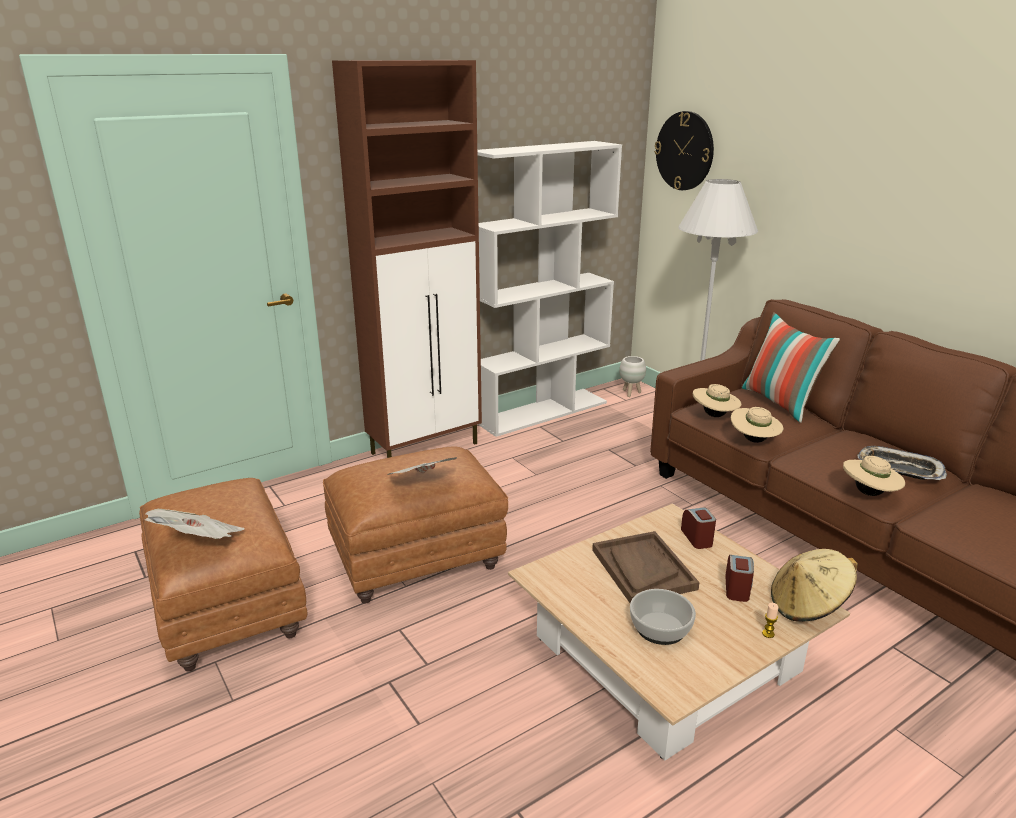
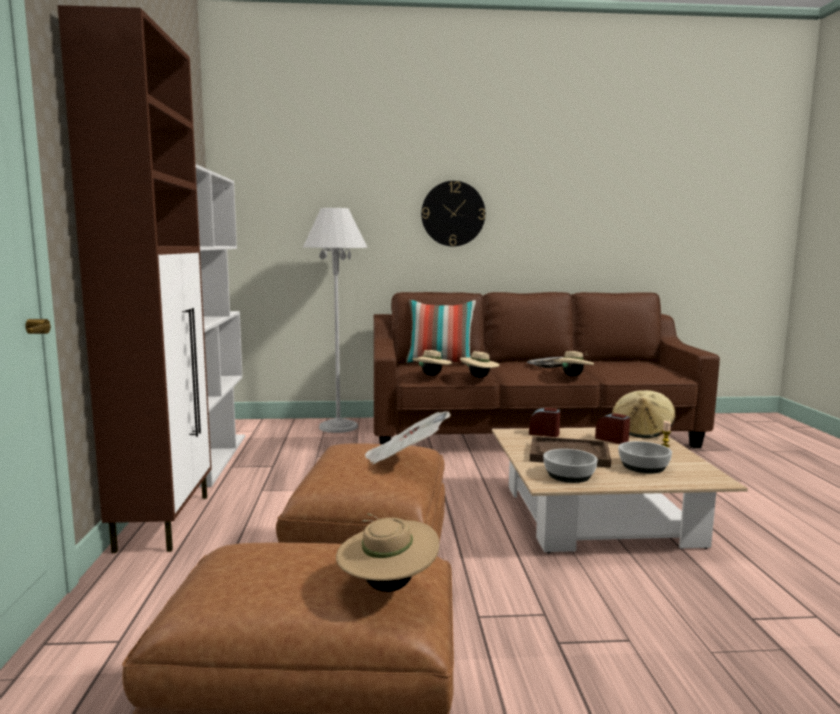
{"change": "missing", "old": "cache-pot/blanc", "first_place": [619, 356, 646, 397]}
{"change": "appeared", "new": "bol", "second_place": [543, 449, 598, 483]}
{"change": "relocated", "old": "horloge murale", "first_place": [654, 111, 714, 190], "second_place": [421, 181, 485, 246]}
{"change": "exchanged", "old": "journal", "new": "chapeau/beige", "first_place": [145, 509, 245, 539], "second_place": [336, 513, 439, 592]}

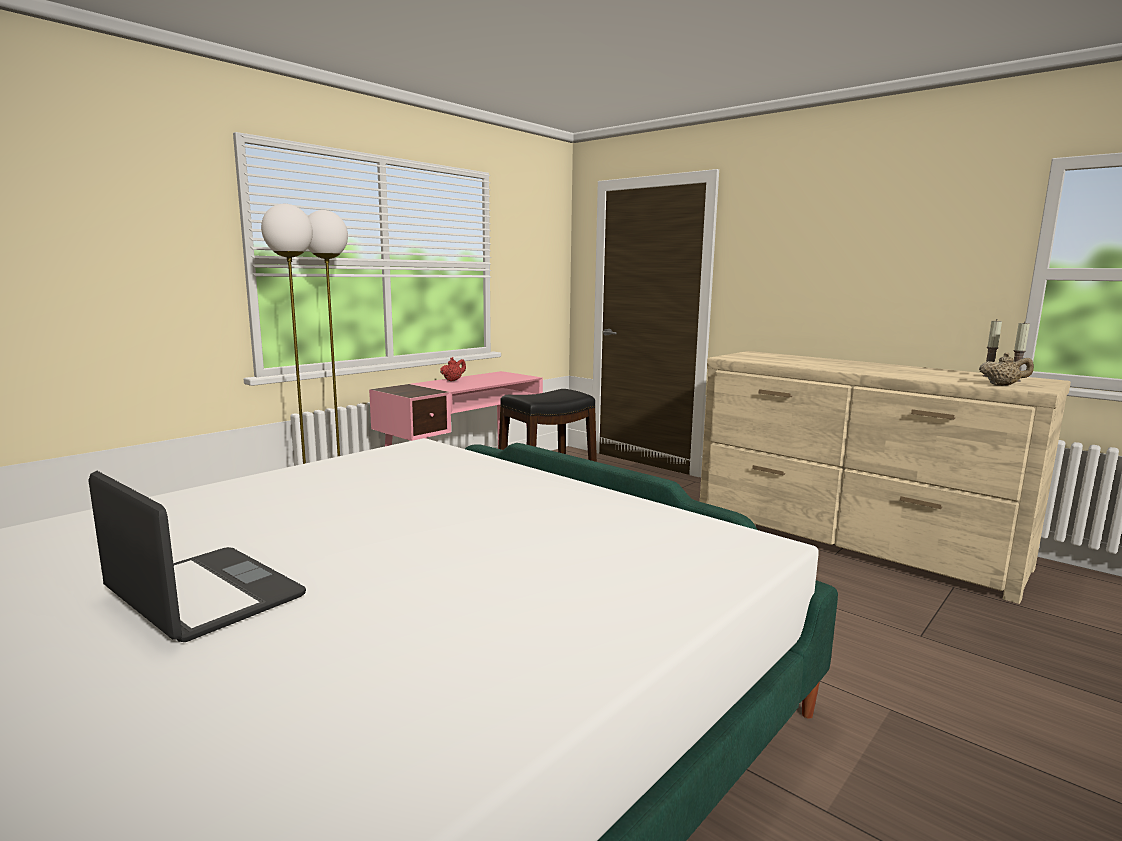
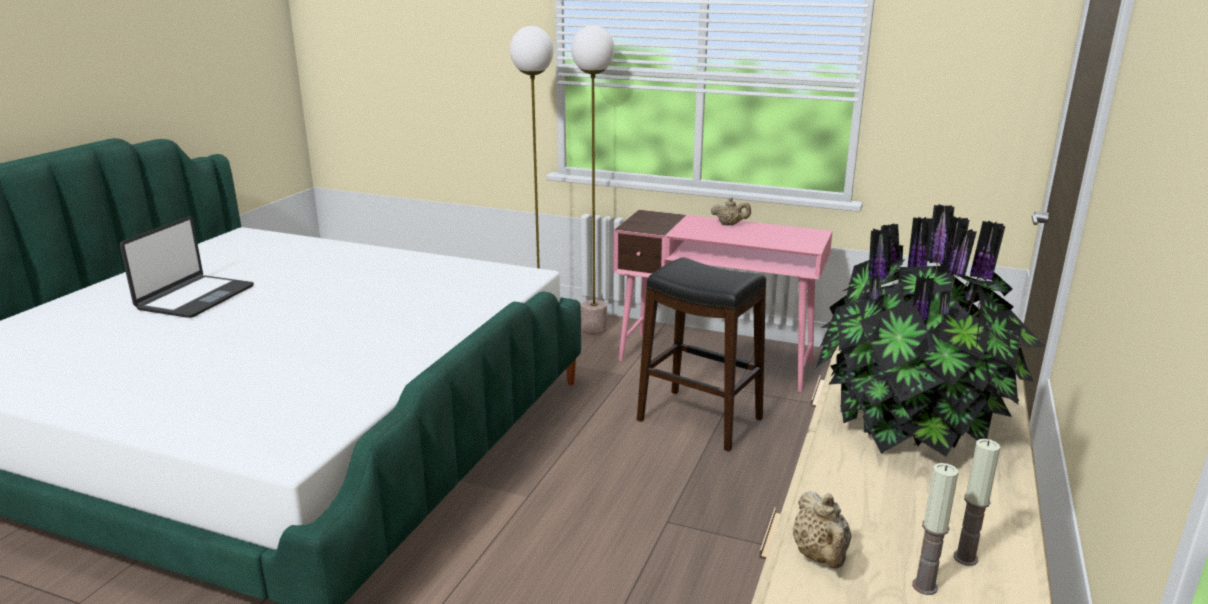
{"change": "appeared", "new": "plante en pot", "second_place": [816, 204, 1045, 457]}
{"change": "colour", "old": "théière/rouge", "new": "théière/beige", "first_place": [440, 357, 466, 381], "second_place": [711, 197, 751, 226]}

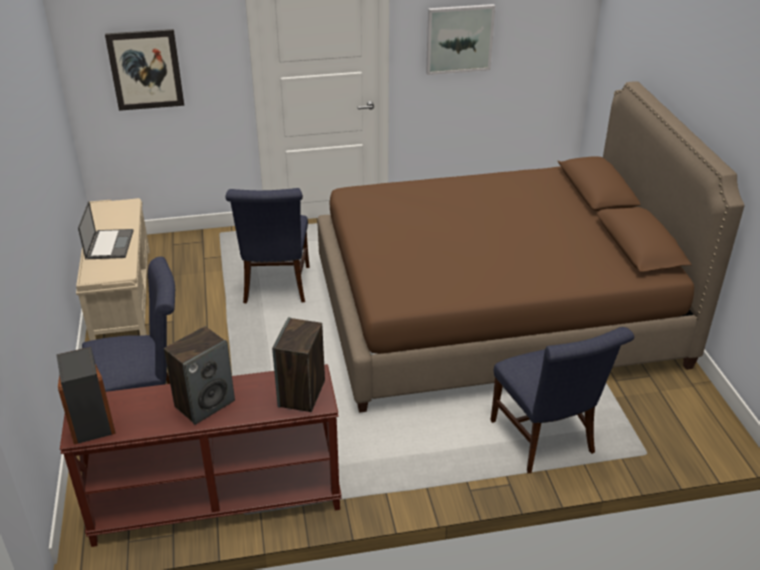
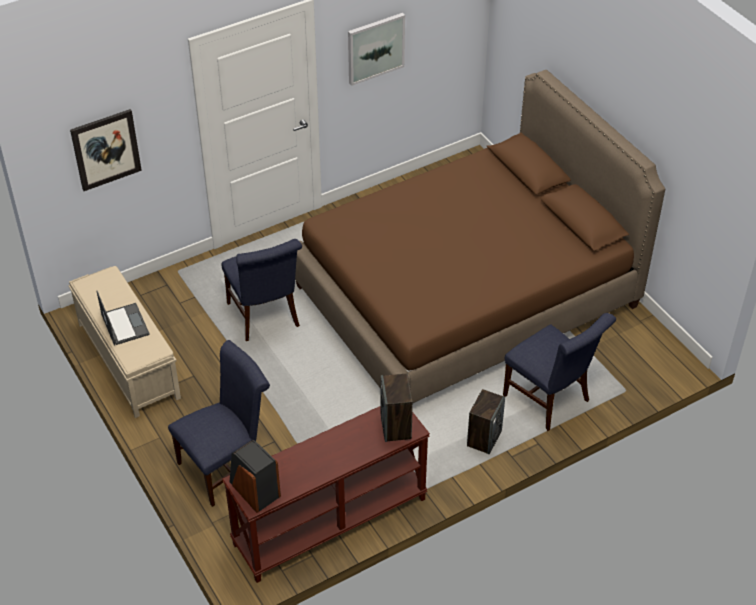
{"change": "relocated", "old": "enceinte", "first_place": [164, 326, 235, 425], "second_place": [467, 389, 505, 454]}

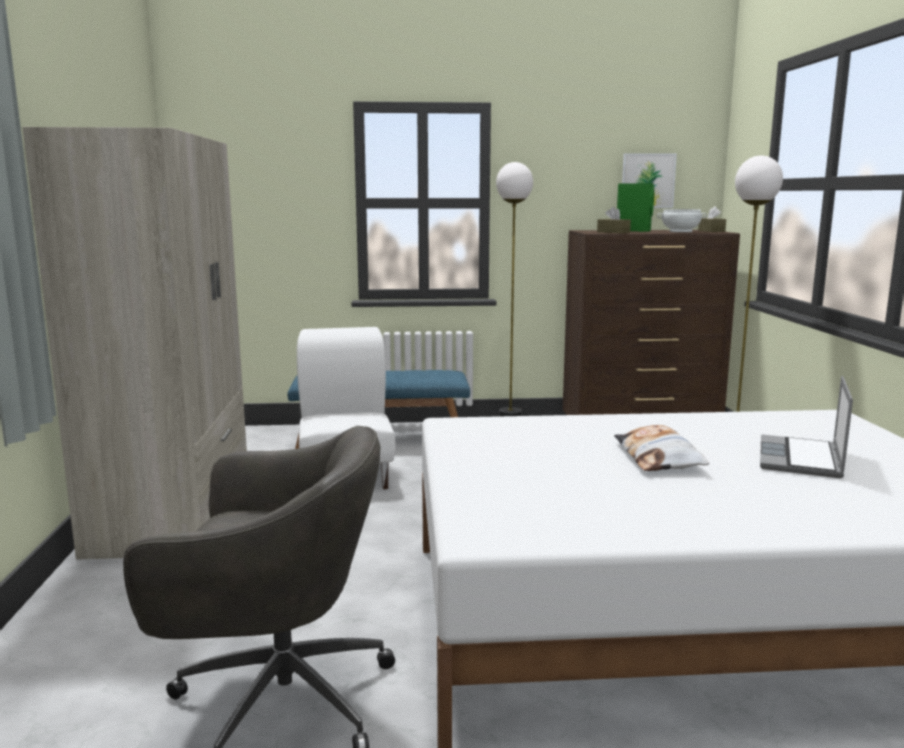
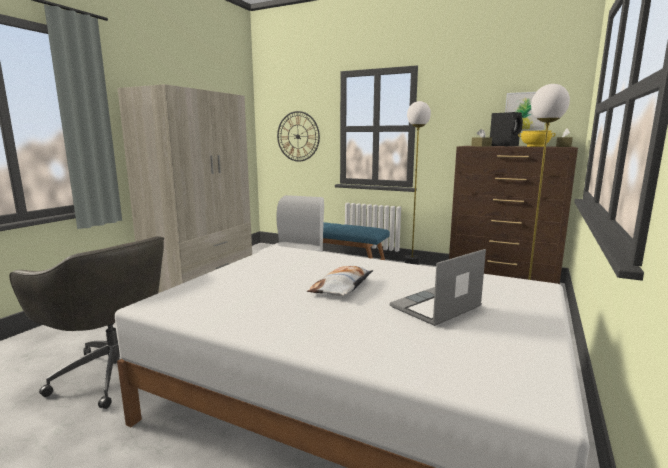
{"change": "appeared", "new": "horloge murale", "second_place": [277, 111, 320, 162]}
{"change": "colour", "old": "enceinte/vert", "new": "enceinte/noir", "first_place": [617, 183, 654, 232], "second_place": [490, 112, 523, 146]}
{"change": "colour", "old": "bol/blanc", "new": "bol/jaune", "first_place": [657, 209, 707, 232], "second_place": [518, 131, 555, 147]}

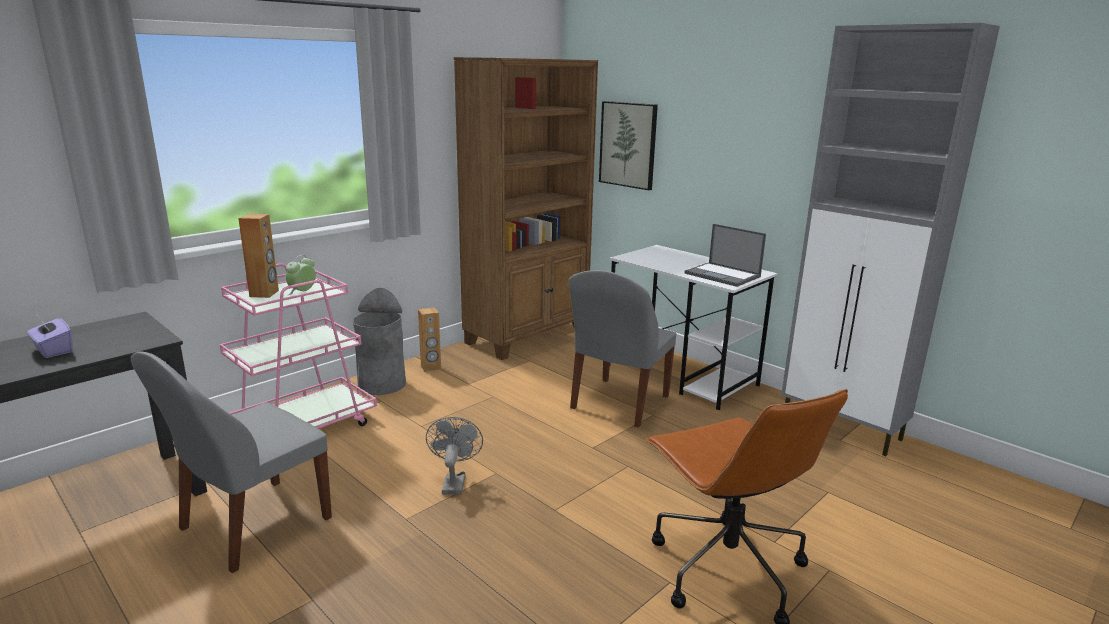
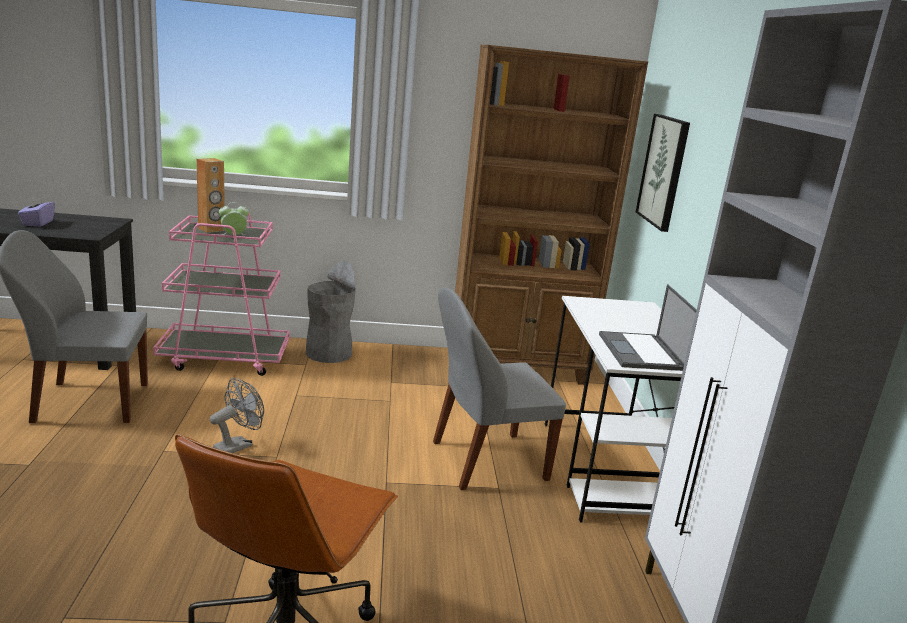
{"change": "missing", "old": "enceinte/marron", "first_place": [418, 307, 441, 372]}

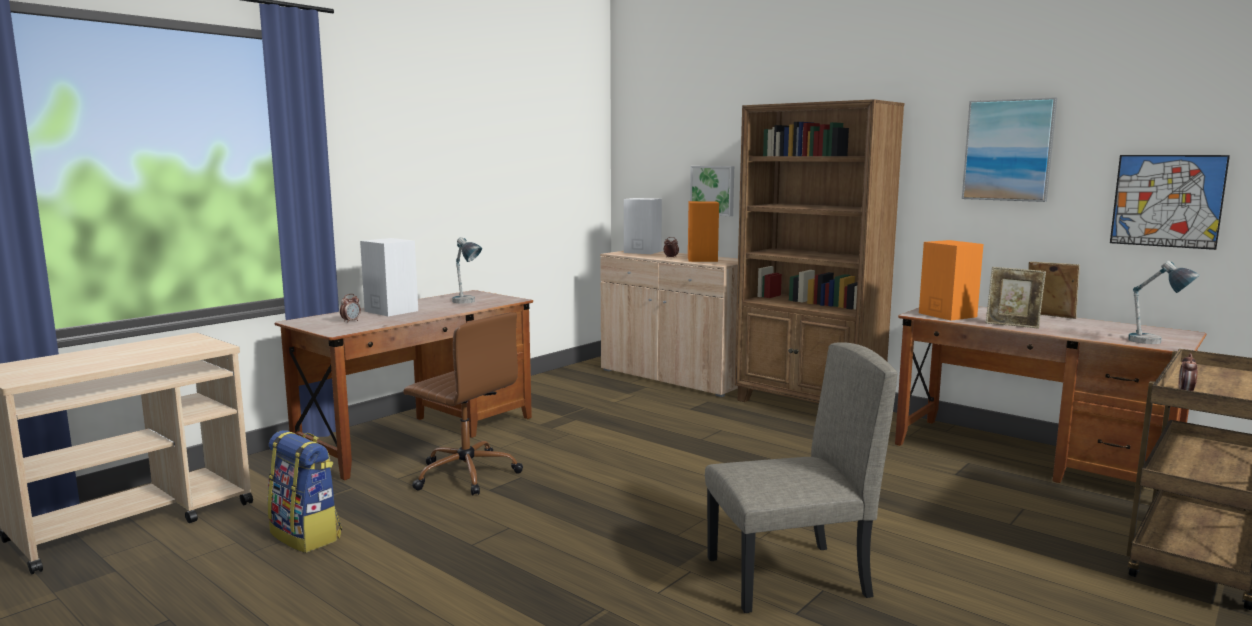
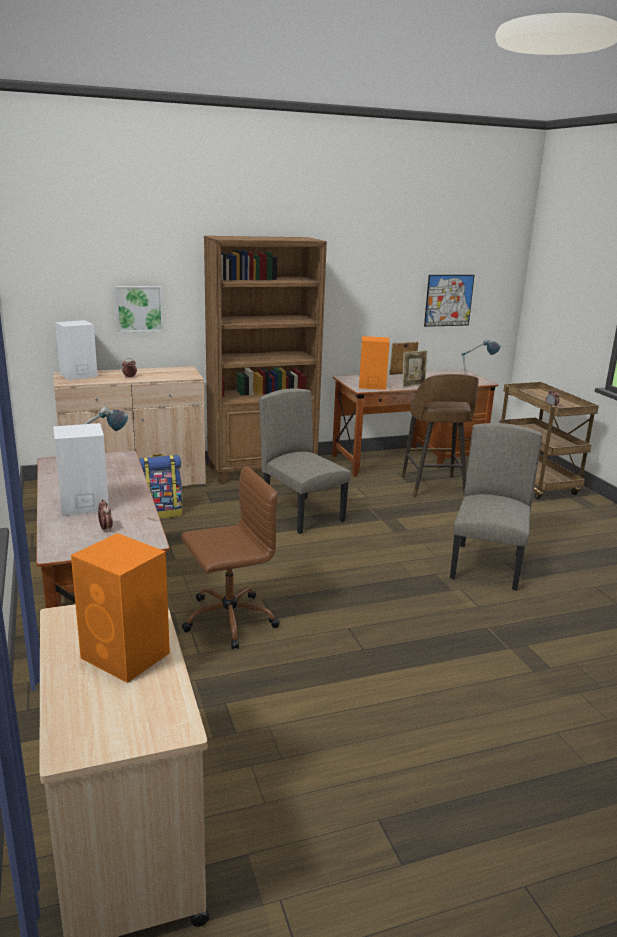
{"change": "missing", "old": "tableau", "first_place": [962, 97, 1057, 202]}
{"change": "appeared", "new": "chaise/beige", "second_place": [259, 388, 351, 534]}
{"change": "appeared", "new": "tabouret/marron", "second_place": [402, 374, 479, 498]}
{"change": "relocated", "old": "sac à dos", "first_place": [267, 430, 342, 553], "second_place": [139, 454, 183, 519]}
{"change": "relocated", "old": "enceinte/orange", "first_place": [688, 201, 719, 262], "second_place": [71, 533, 170, 683]}

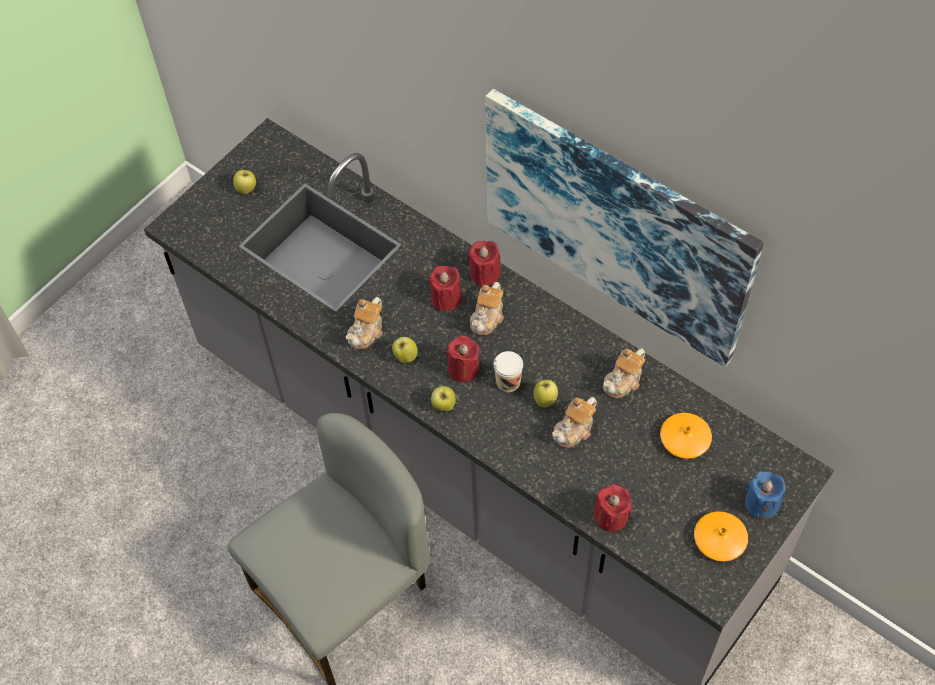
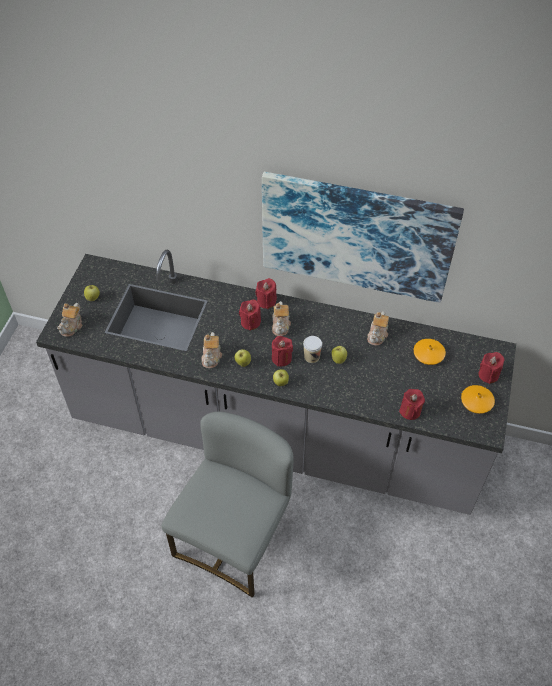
{"change": "relocated", "old": "théière", "first_place": [552, 397, 597, 448], "second_place": [57, 303, 82, 337]}
{"change": "colour", "old": "bougie/bleu", "new": "bougie/rouge", "first_place": [745, 471, 785, 519], "second_place": [479, 352, 504, 384]}

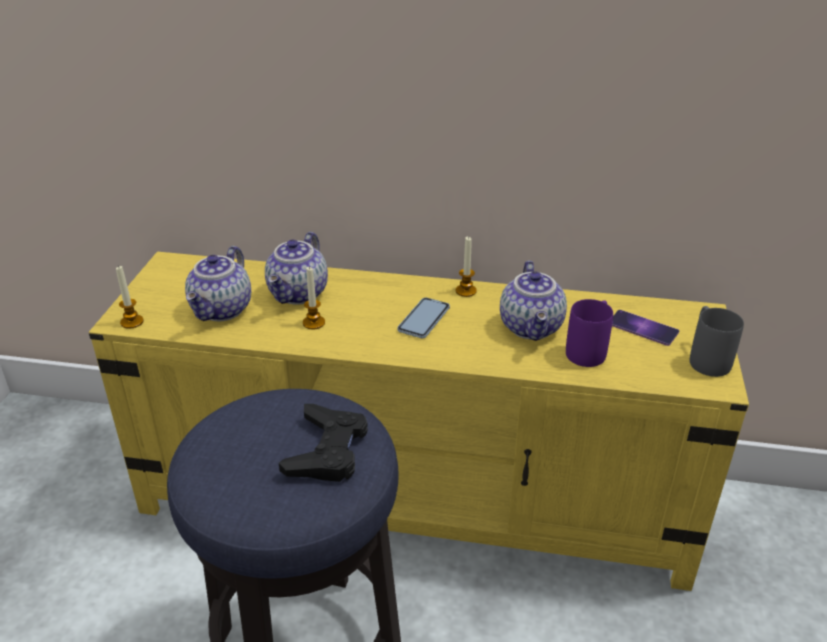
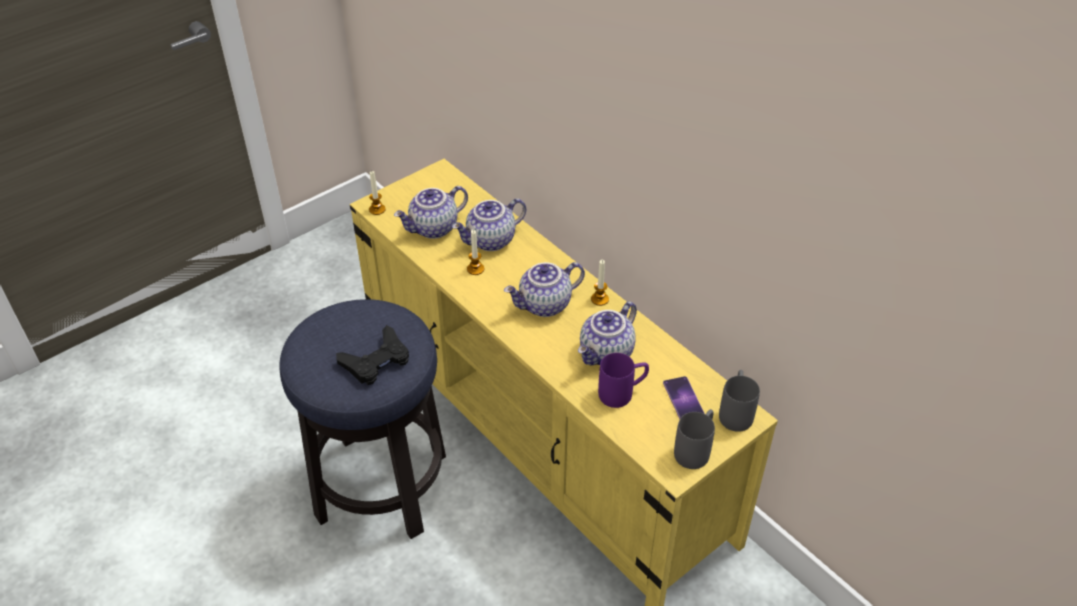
{"change": "appeared", "new": "mug/gris", "second_place": [719, 370, 760, 432]}
{"change": "exchanged", "old": "téléphone", "new": "théière", "first_place": [397, 298, 450, 338], "second_place": [504, 262, 585, 317]}

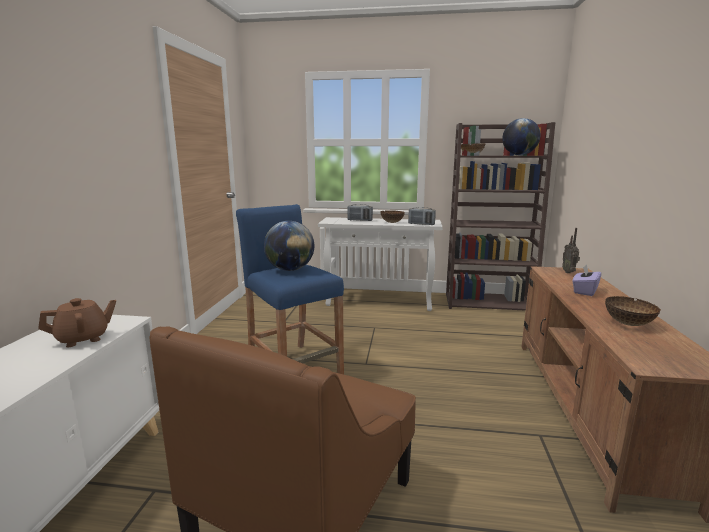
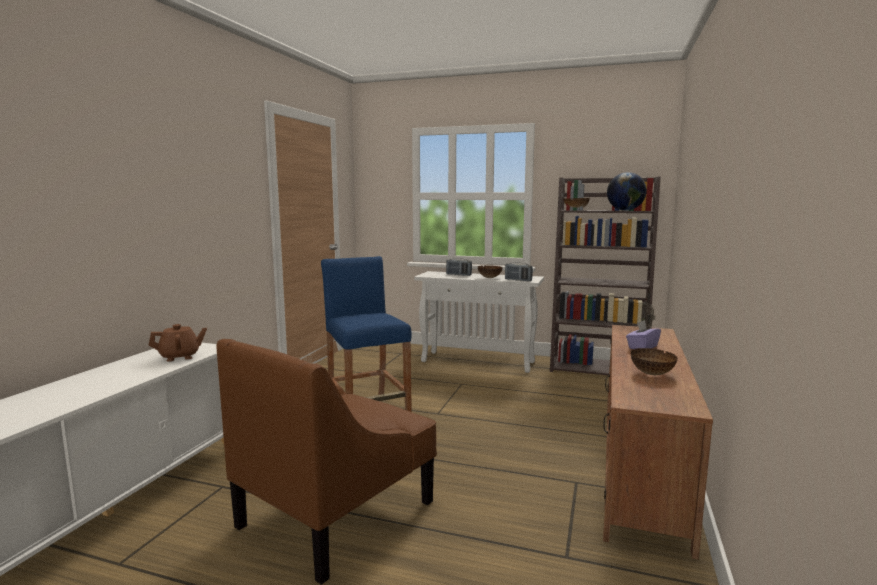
{"change": "missing", "old": "globe", "first_place": [264, 221, 314, 271]}

